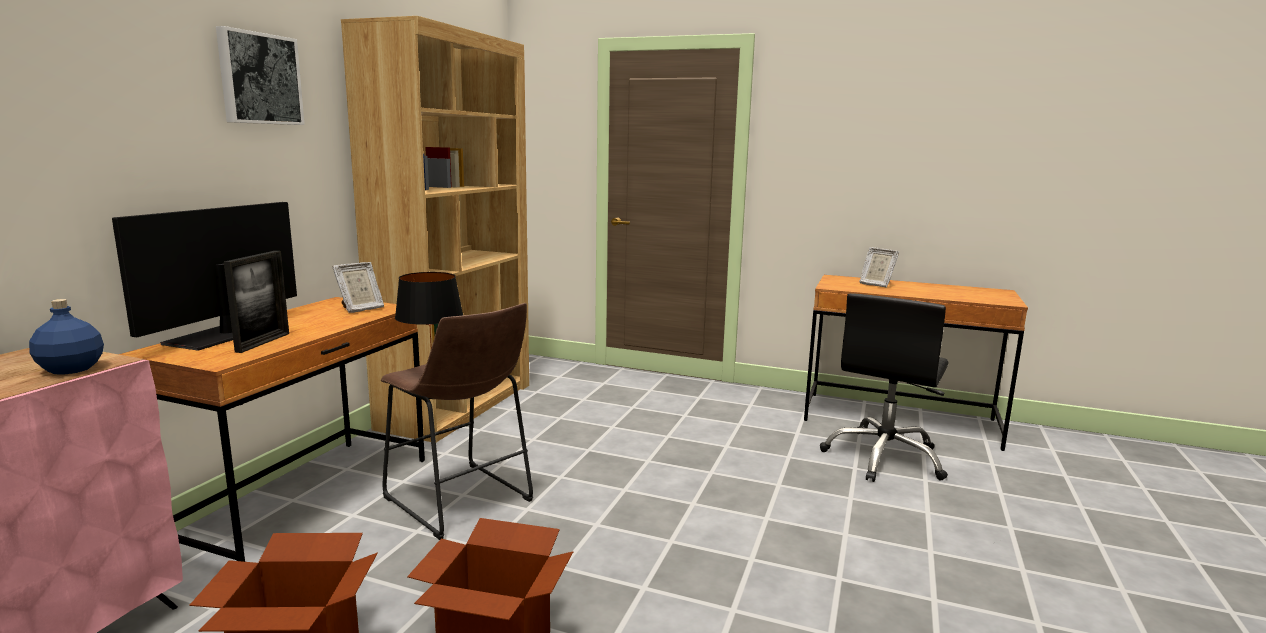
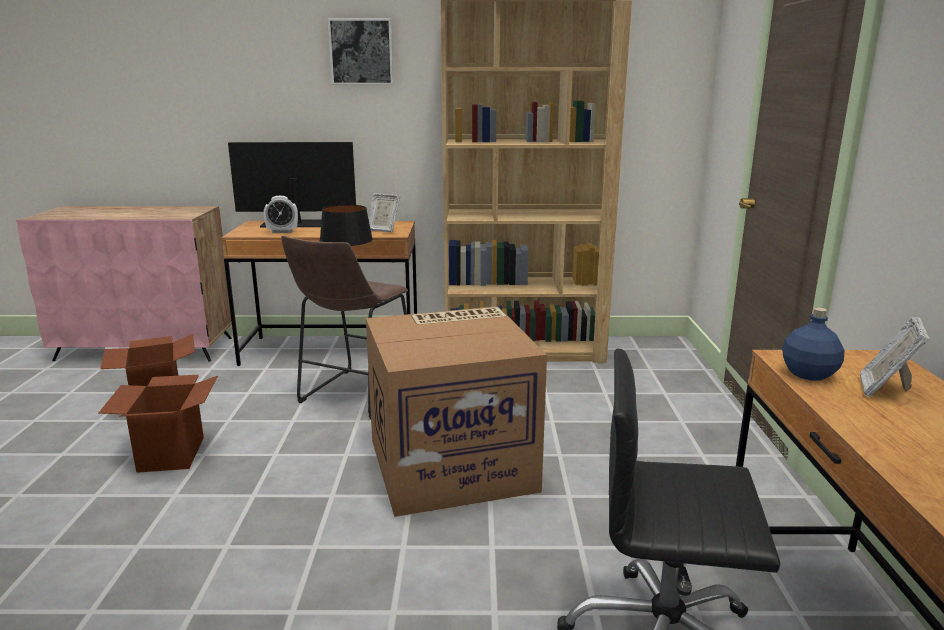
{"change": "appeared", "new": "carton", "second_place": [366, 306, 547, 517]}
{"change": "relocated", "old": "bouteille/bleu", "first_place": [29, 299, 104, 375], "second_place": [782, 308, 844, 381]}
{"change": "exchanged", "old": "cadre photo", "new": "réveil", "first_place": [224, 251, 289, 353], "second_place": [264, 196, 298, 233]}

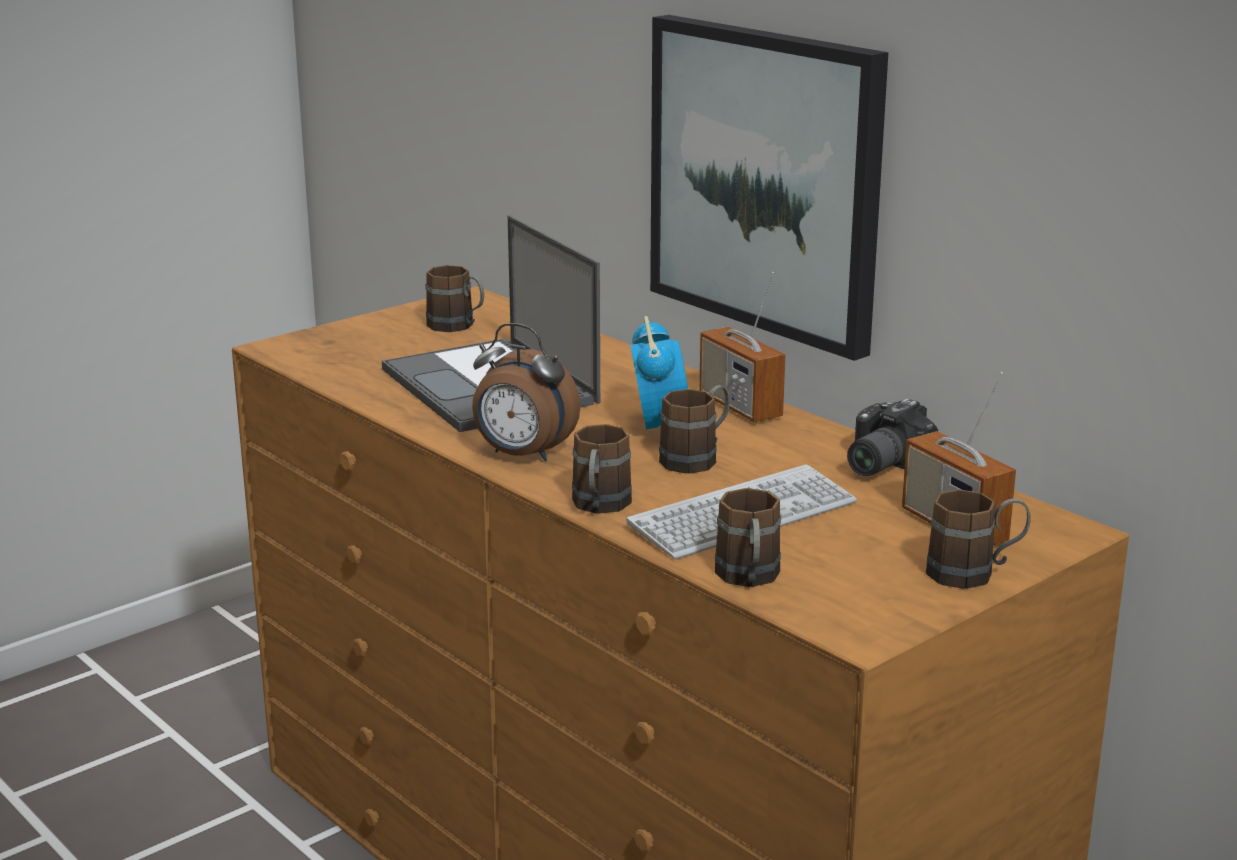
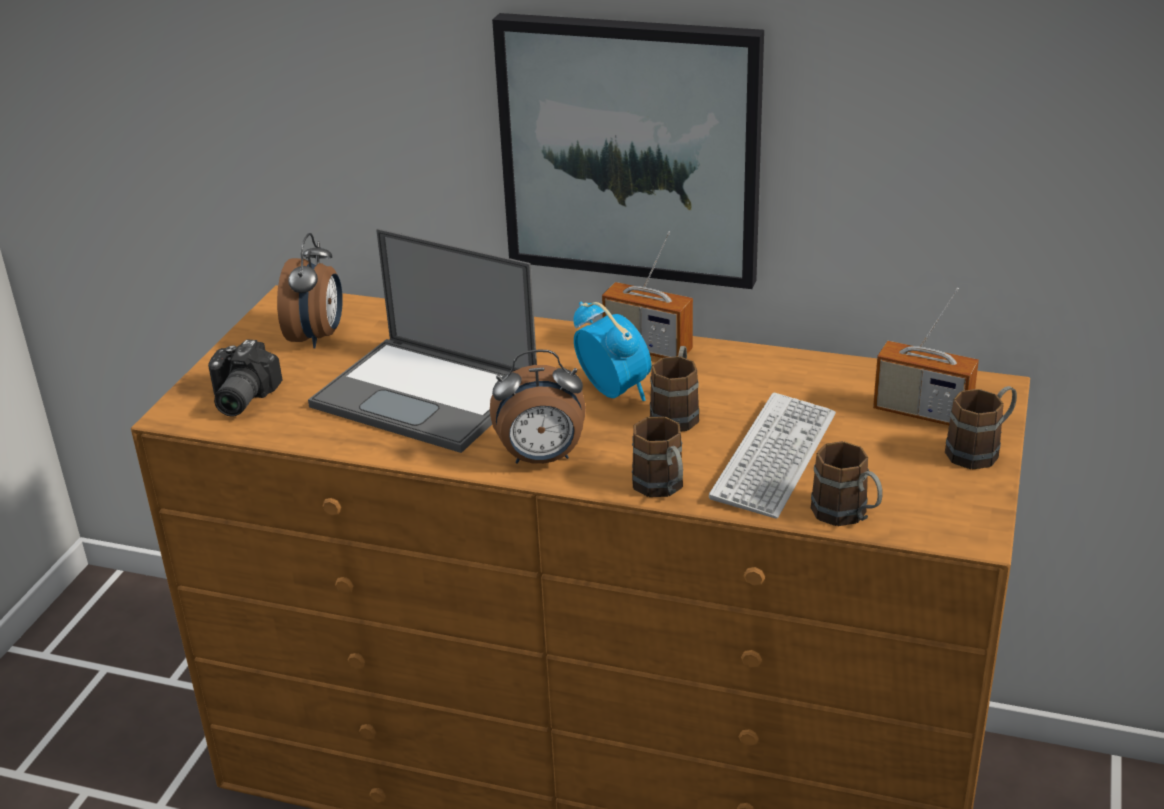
{"change": "relocated", "old": "appareil photo", "first_place": [847, 399, 939, 476], "second_place": [208, 339, 282, 417]}
{"change": "exchanged", "old": "mug/marron", "new": "réveil", "first_place": [425, 265, 484, 332], "second_place": [277, 233, 343, 348]}

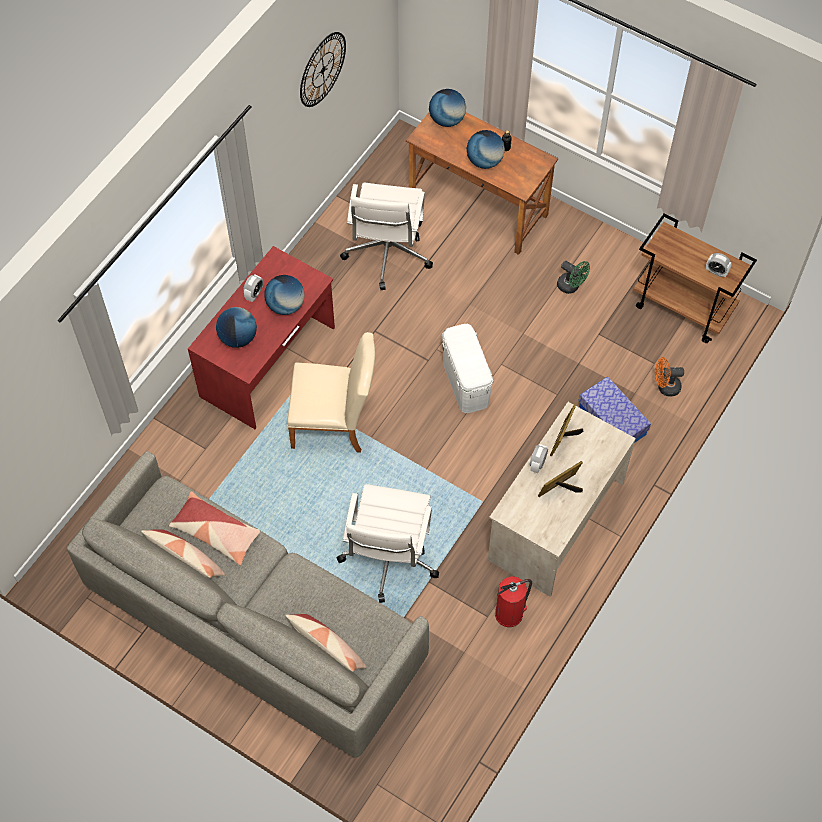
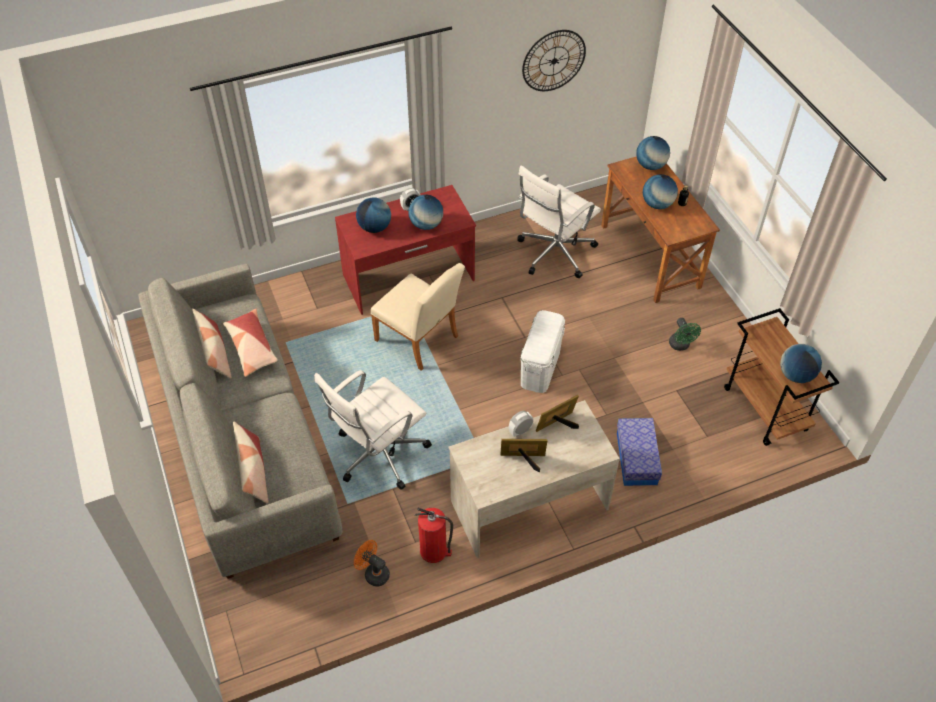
{"change": "relocated", "old": "ventilateur/orange", "first_place": [655, 357, 684, 397], "second_place": [354, 540, 390, 587]}
{"change": "exchanged", "old": "réveil", "new": "globe", "first_place": [706, 253, 732, 277], "second_place": [780, 344, 822, 383]}

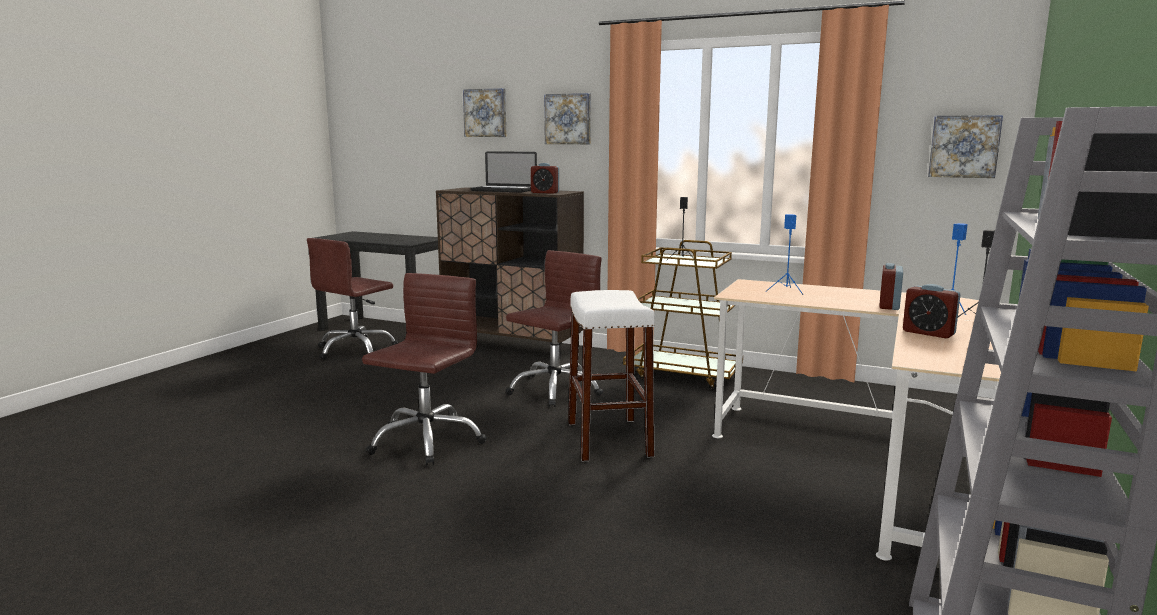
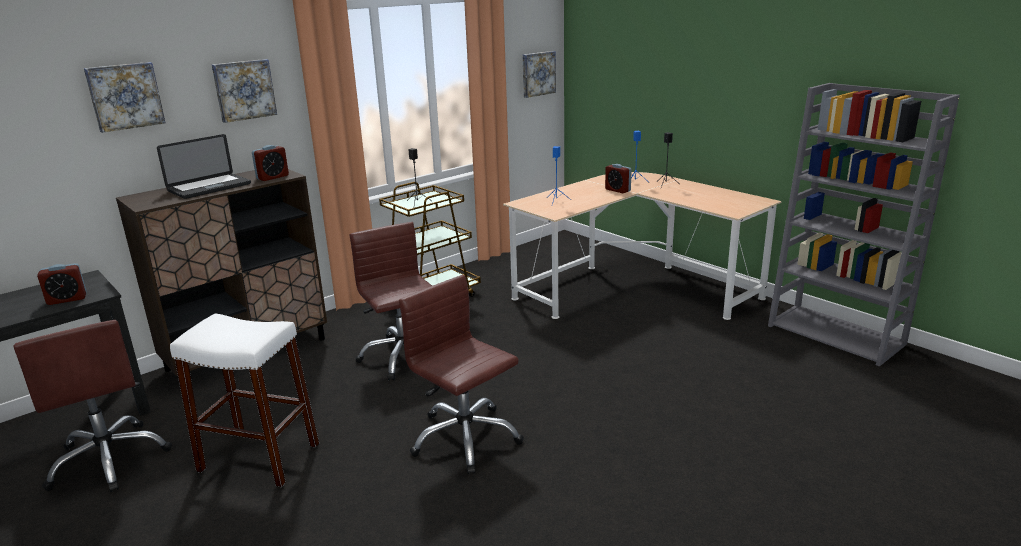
{"change": "relocated", "old": "tabouret/blanc", "first_place": [568, 290, 655, 462], "second_place": [170, 313, 319, 487]}
{"change": "relocated", "old": "réveil", "first_place": [903, 284, 961, 338], "second_place": [37, 263, 87, 305]}

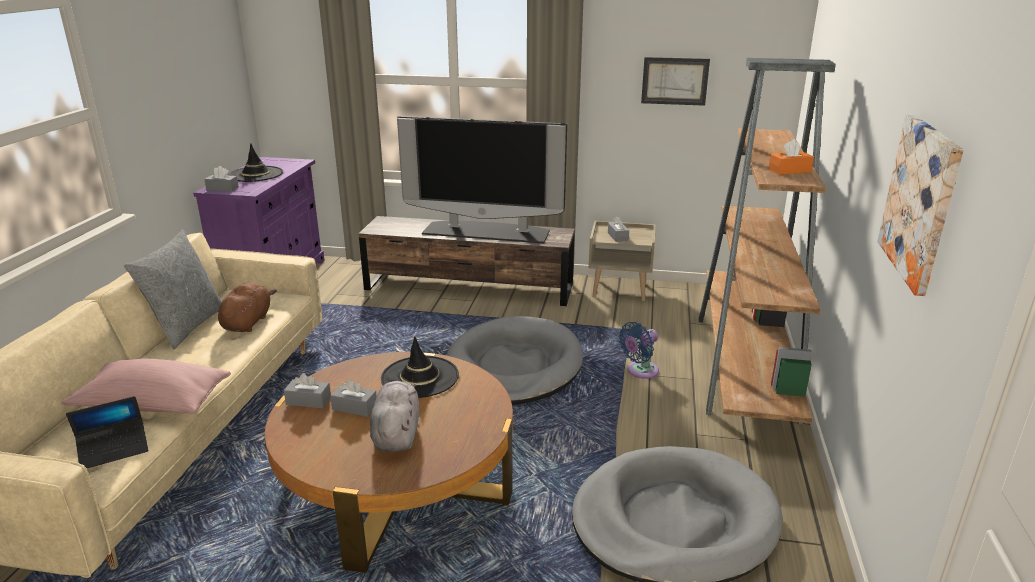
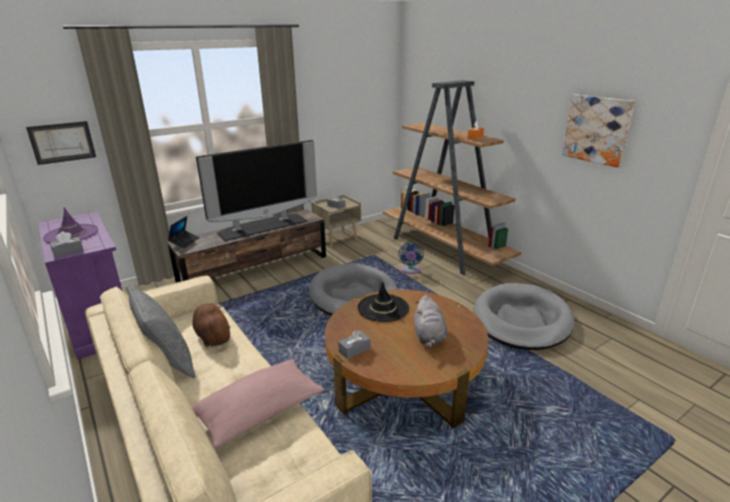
{"change": "missing", "old": "boîte à mouchoirs/gris", "first_place": [330, 379, 377, 417]}
{"change": "relocated", "old": "ordinateur portable", "first_place": [66, 396, 149, 468], "second_place": [168, 216, 200, 248]}
{"change": "relocated", "old": "tableau", "first_place": [641, 57, 710, 106], "second_place": [26, 121, 96, 165]}
{"change": "colour", "old": "chapeau/noir", "new": "chapeau/violet", "first_place": [228, 143, 283, 182], "second_place": [43, 207, 98, 243]}
{"change": "spun", "old": "peluche/gris", "first_place": [370, 381, 419, 452], "second_place": [414, 295, 447, 348], "degrees": -135}

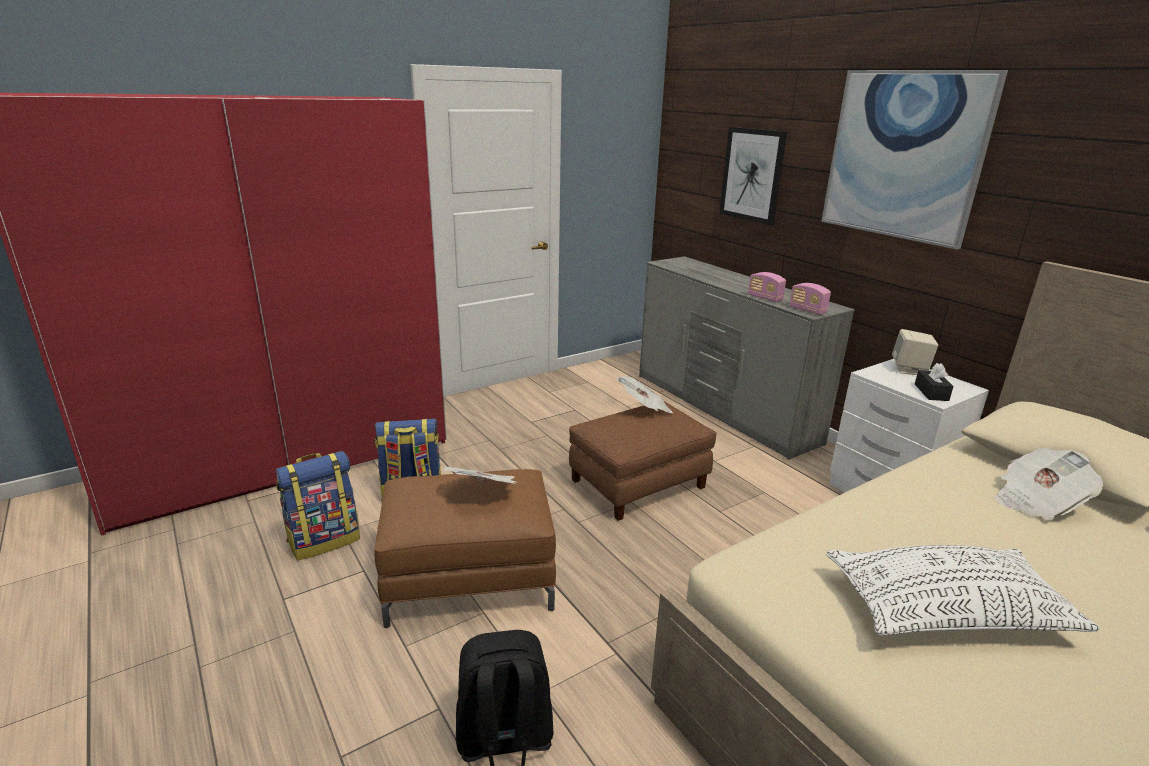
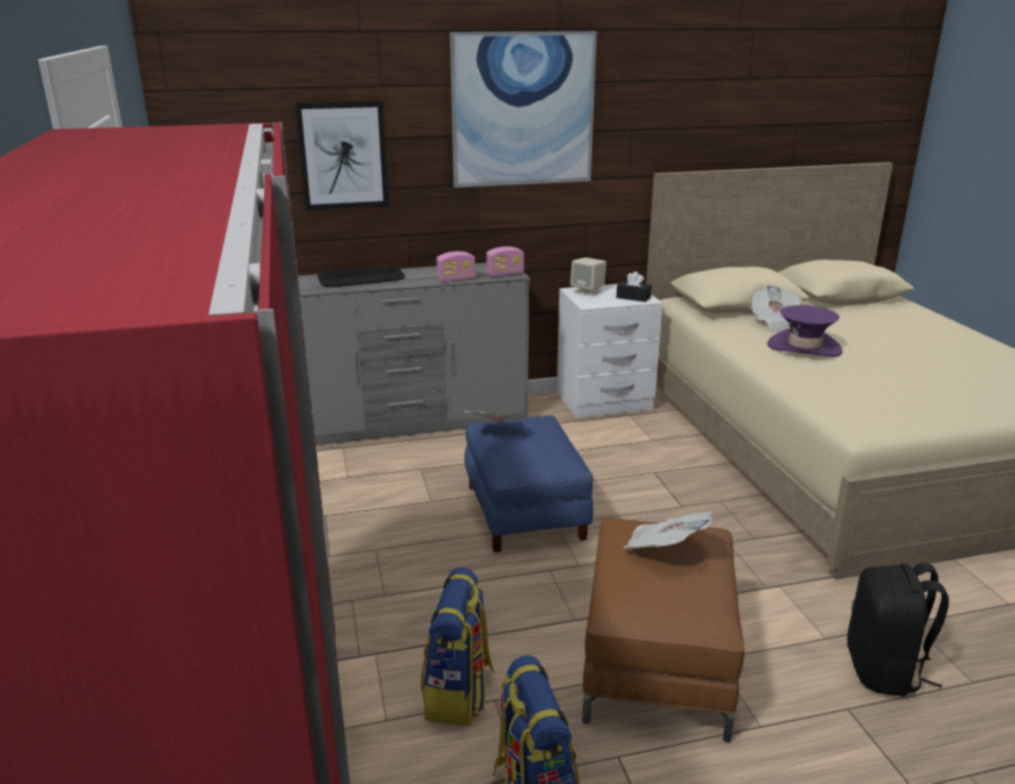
{"change": "missing", "old": "coussin/blanc", "first_place": [826, 545, 1100, 636]}
{"change": "appeared", "new": "clavier", "second_place": [318, 265, 405, 287]}
{"change": "appeared", "new": "chapeau/violet", "second_place": [767, 305, 843, 357]}
{"change": "colour", "old": "pouf/marron", "new": "pouf/bleu", "first_place": [569, 401, 717, 521], "second_place": [464, 416, 593, 553]}

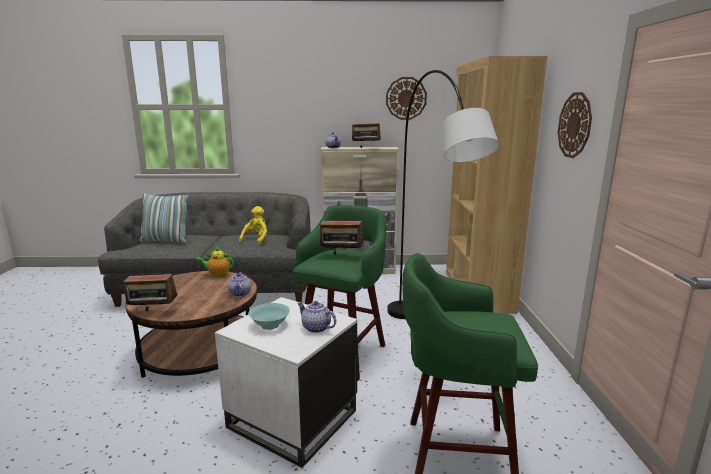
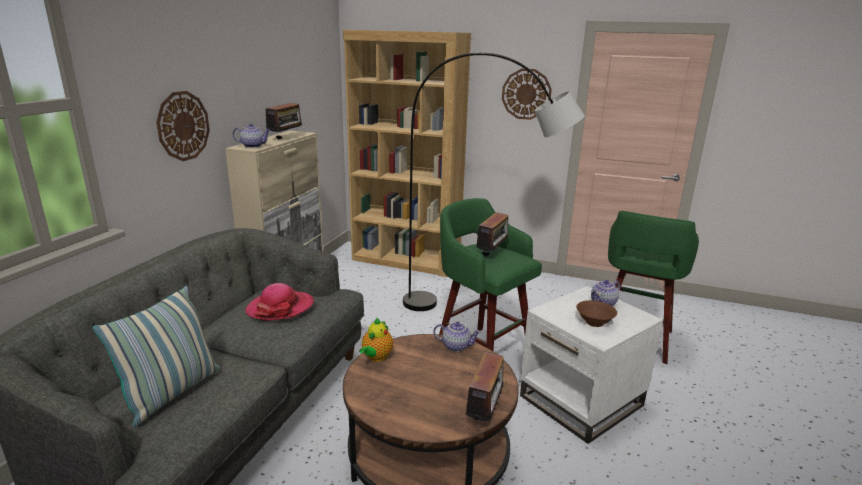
{"change": "relocated", "old": "horloge murale", "first_place": [386, 77, 427, 120], "second_place": [156, 91, 210, 161]}
{"change": "exchanged", "old": "peluche/jaune", "new": "chapeau", "first_place": [239, 206, 267, 245], "second_place": [245, 283, 314, 321]}
{"change": "colour", "old": "bol/turquoise", "new": "bol/marron", "first_place": [248, 303, 290, 330], "second_place": [576, 300, 617, 327]}

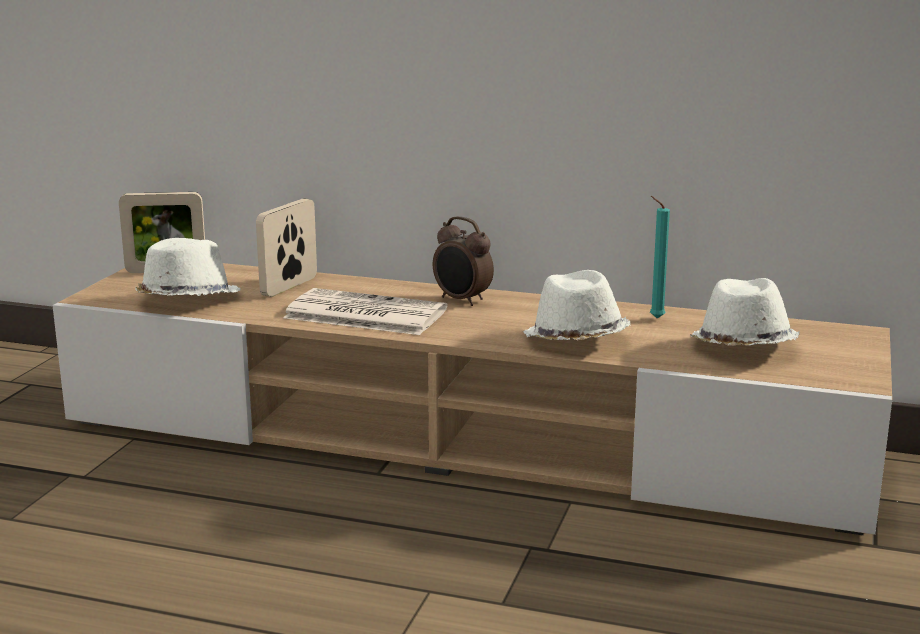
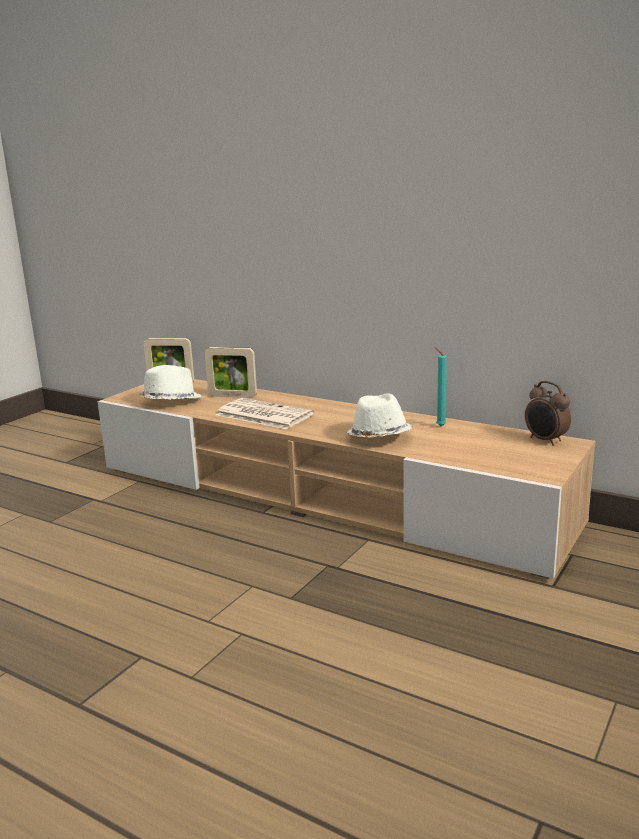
{"change": "missing", "old": "chapeau/blanc", "first_place": [690, 278, 800, 346]}
{"change": "relocated", "old": "réveil", "first_place": [433, 216, 494, 306], "second_place": [525, 381, 571, 446]}
{"change": "spun", "old": "cadre photo", "first_place": [256, 199, 317, 297], "second_place": [205, 347, 257, 398], "degrees": -120}

